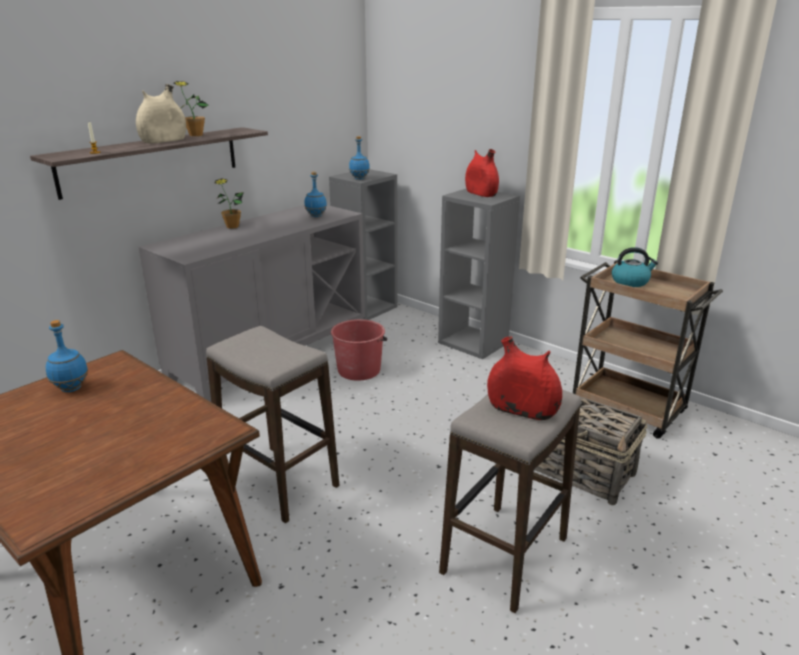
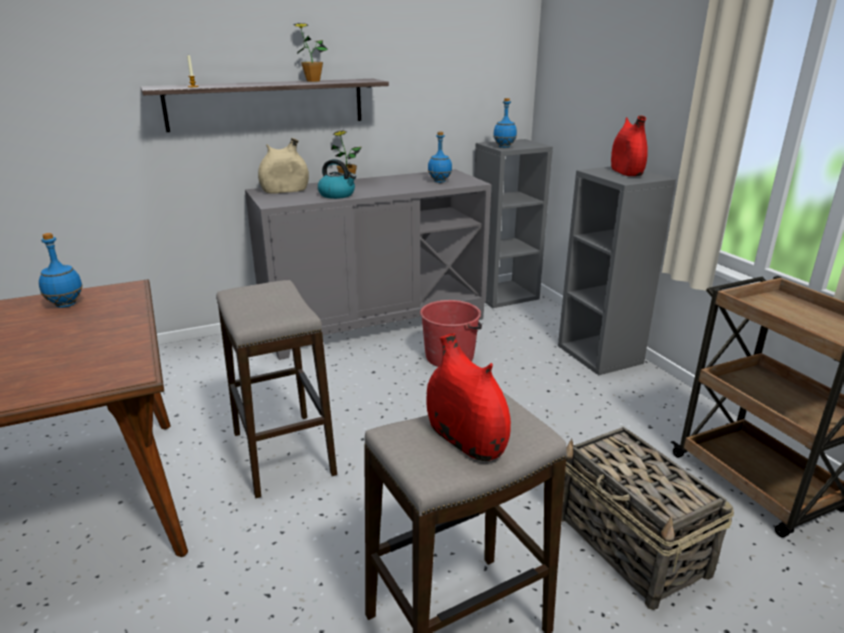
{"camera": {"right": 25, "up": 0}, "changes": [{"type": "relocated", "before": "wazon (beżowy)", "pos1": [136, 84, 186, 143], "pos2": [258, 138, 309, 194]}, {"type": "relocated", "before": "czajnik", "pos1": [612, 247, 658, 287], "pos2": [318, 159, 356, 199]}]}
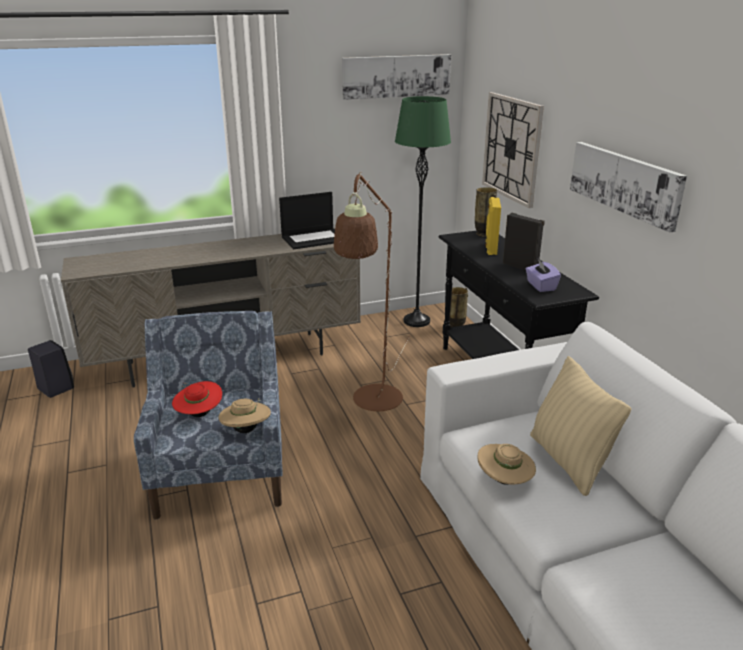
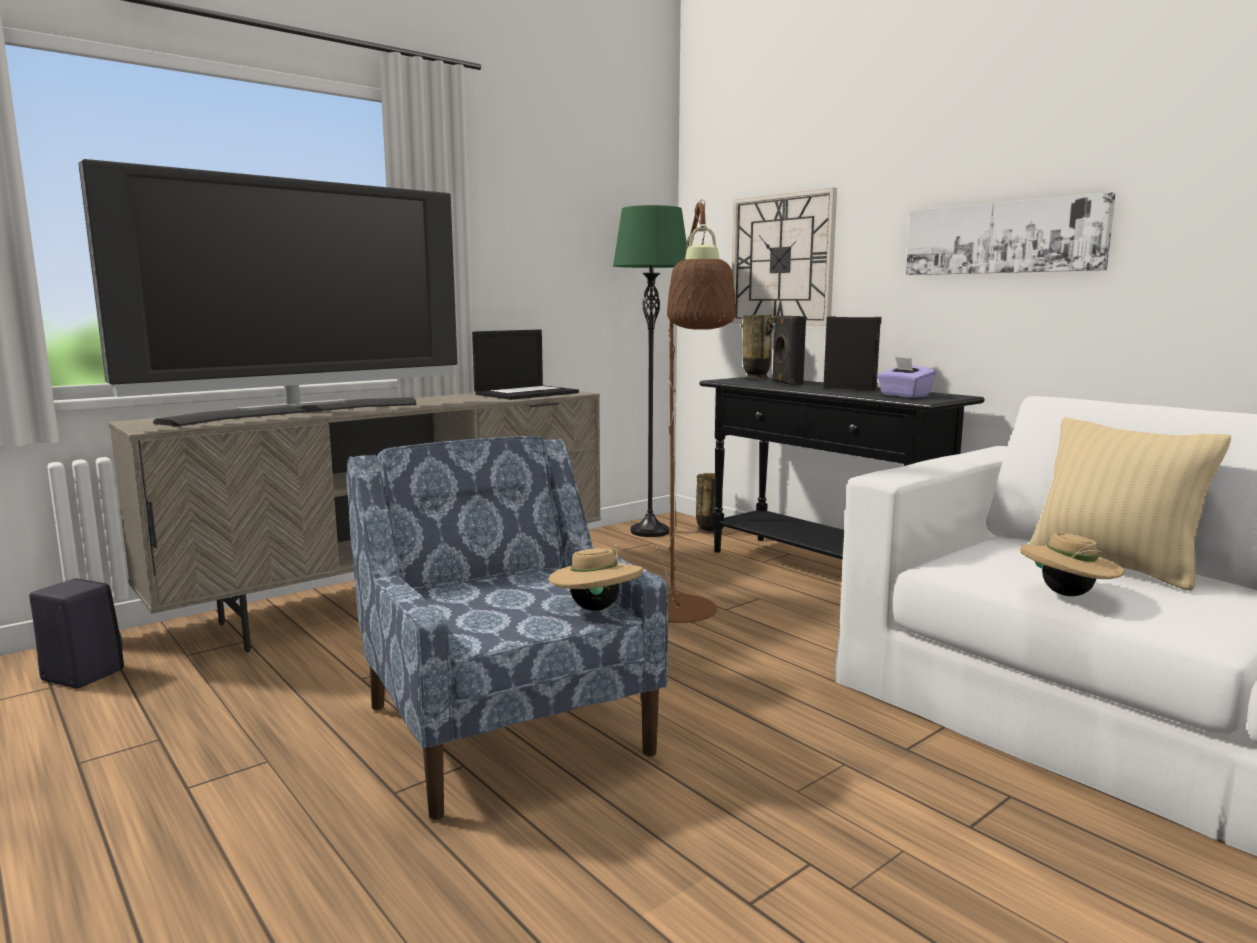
{"camera": {"right": -20, "up": -15}, "changes": [{"type": "missing", "before": "kapelusz (czerwony)", "pos1": [172, 381, 222, 417]}, {"type": "missing", "before": "obraz", "pos1": [342, 54, 451, 100]}, {"type": "colour", "before": "głośnik (żółty)", "after": "głośnik (czarny)", "pos1": [485, 197, 501, 255], "pos2": [772, 315, 806, 386]}, {"type": "appeared", "after": "telewizor", "pos2": [78, 159, 457, 426]}]}
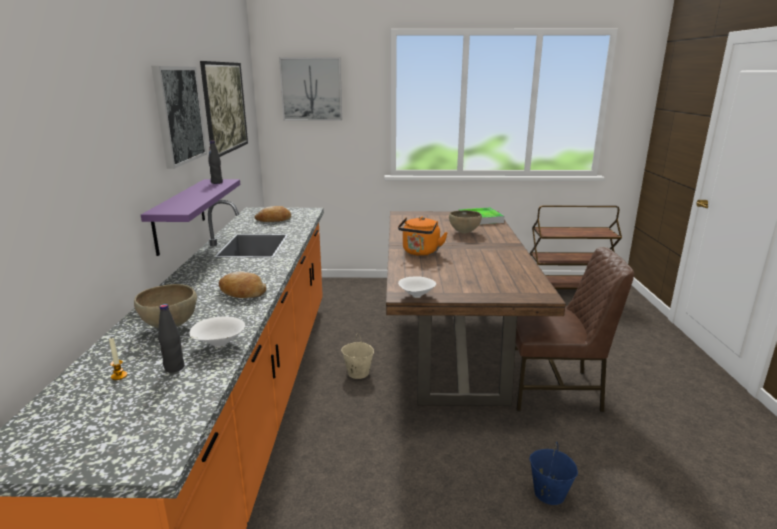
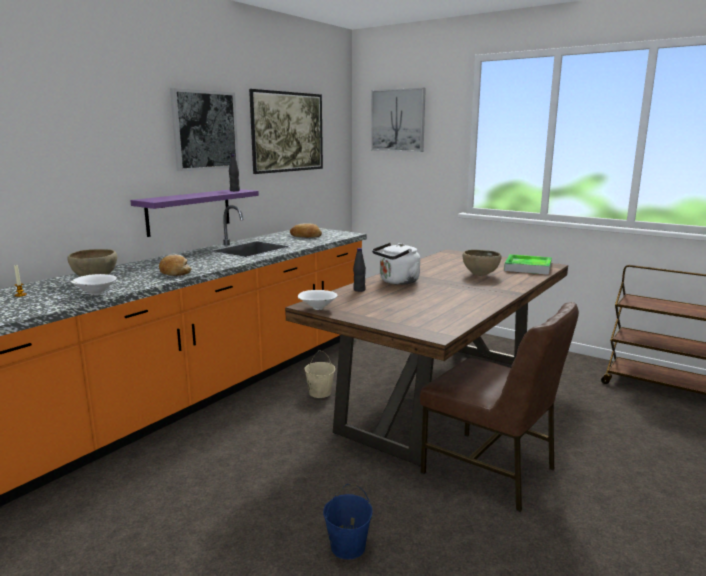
{"camera": {"right": 35, "up": -5}, "changes": [{"type": "relocated", "before": "butelka (czarny)", "pos1": [158, 304, 185, 373], "pos2": [353, 248, 366, 292]}, {"type": "colour", "before": "czajnik (pomarańczowy)", "after": "czajnik (biały)", "pos1": [398, 217, 448, 256], "pos2": [372, 243, 420, 285]}]}
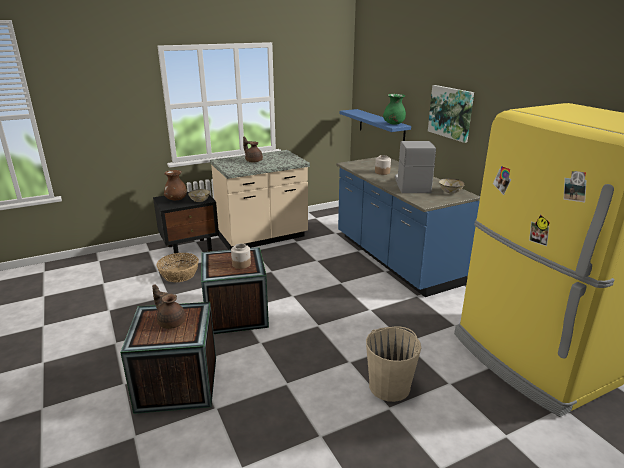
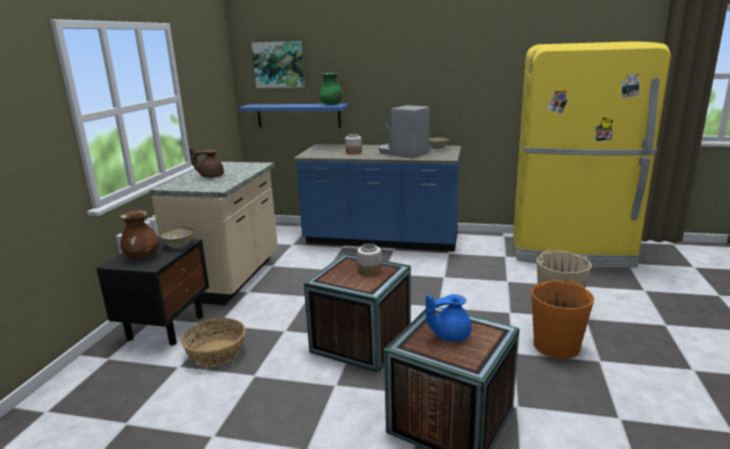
{"camera": {"right": -50, "up": -5}, "changes": [{"type": "colour", "before": "imbryk (brązowy)", "after": "imbryk (niebieski)", "pos1": [152, 284, 186, 329], "pos2": [426, 294, 471, 342]}, {"type": "relocated", "before": "obraz", "pos1": [428, 85, 474, 143], "pos2": [252, 41, 305, 88]}, {"type": "appeared", "after": "wiadro (pomarańczowy)", "pos2": [532, 280, 594, 359]}]}
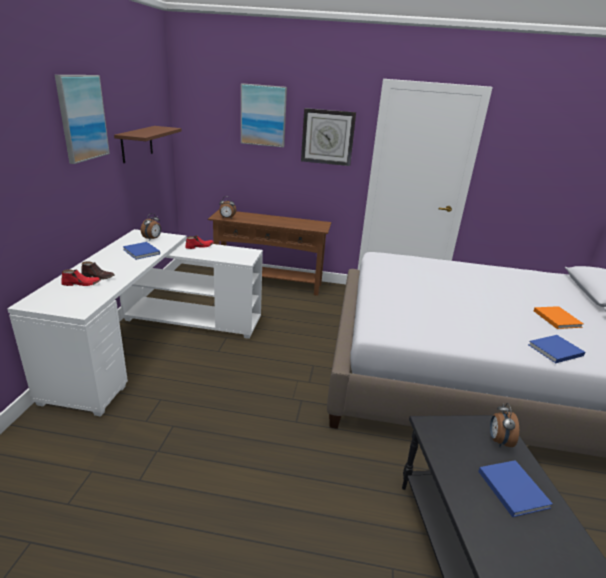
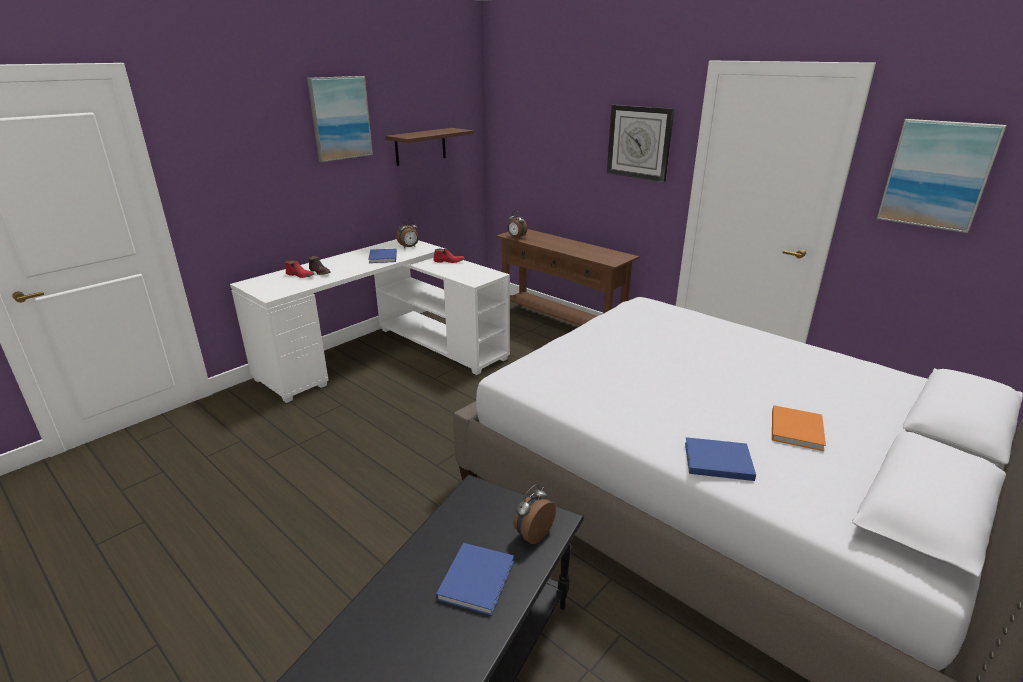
{"camera": {"right": 35, "up": 0}, "changes": [{"type": "relocated", "before": "obraz", "pos1": [241, 83, 287, 147], "pos2": [877, 119, 1007, 233]}]}
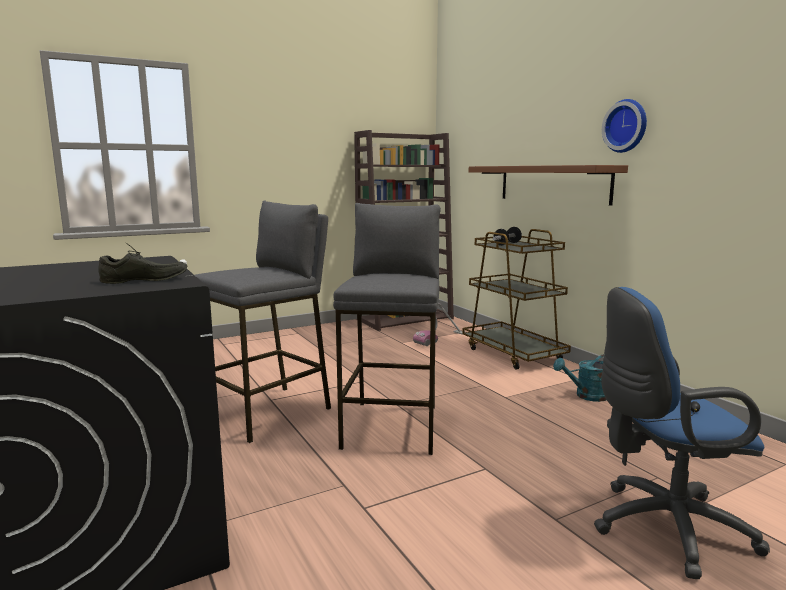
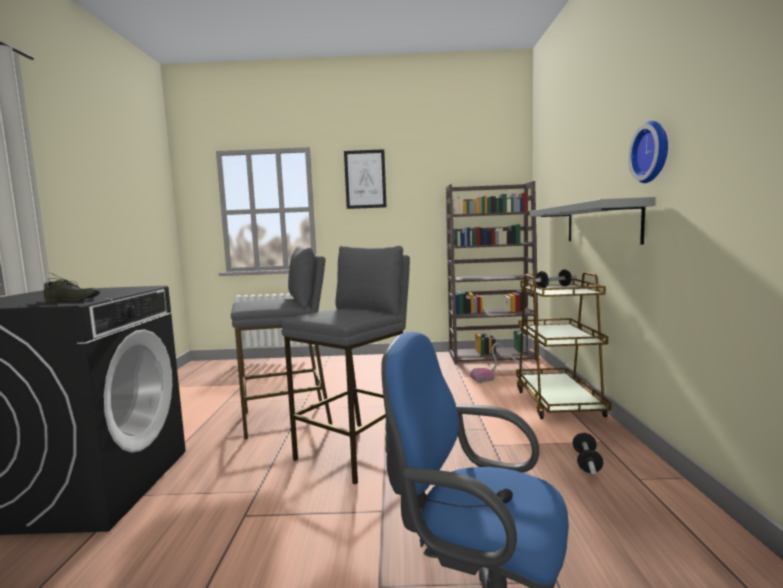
{"camera": {"right": 30, "up": -5}, "changes": [{"type": "colour", "before": "półka (brązowy)", "after": "półka (szary)", "pos1": [469, 165, 628, 206], "pos2": [530, 197, 655, 245]}, {"type": "exchanged", "before": "konewka (turkusowy)", "after": "hantel", "pos1": [553, 354, 606, 402], "pos2": [573, 433, 603, 474]}, {"type": "appeared", "after": "obraz", "pos2": [344, 149, 386, 209]}]}
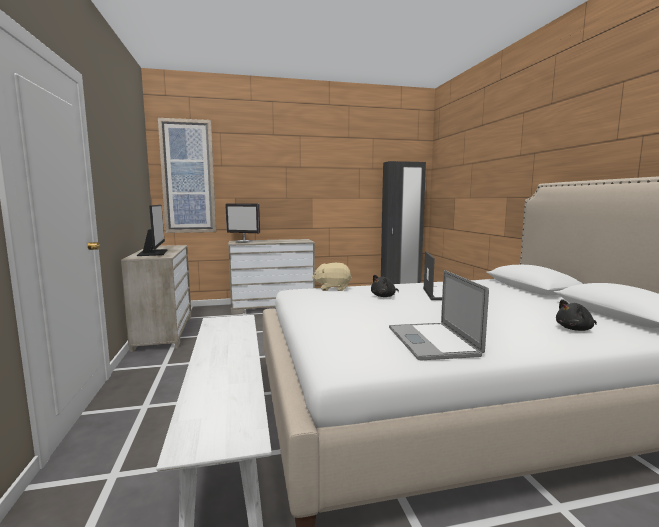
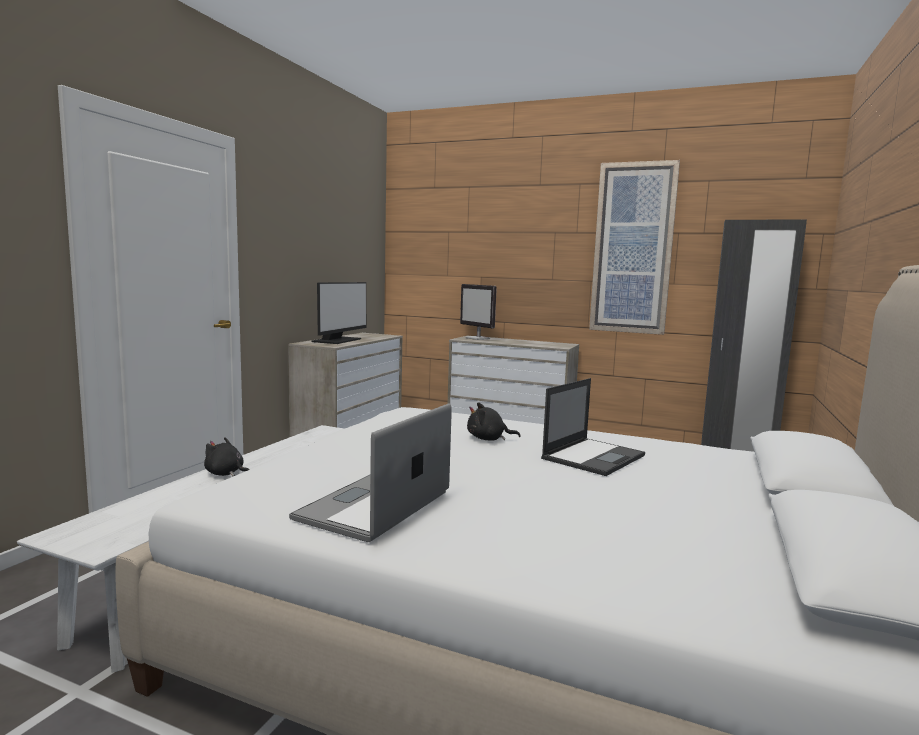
{"camera": {"right": 35, "up": 0}, "changes": [{"type": "relocated", "before": "obraz", "pos1": [158, 118, 216, 233], "pos2": [589, 160, 680, 335]}, {"type": "missing", "before": "pluszak (beżowy)", "pos1": [312, 263, 352, 291]}, {"type": "relocated", "before": "pluszak (czarny)", "pos1": [556, 299, 597, 331], "pos2": [204, 437, 250, 477]}]}
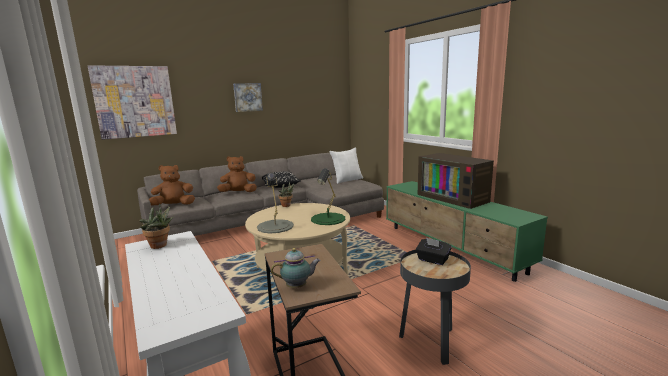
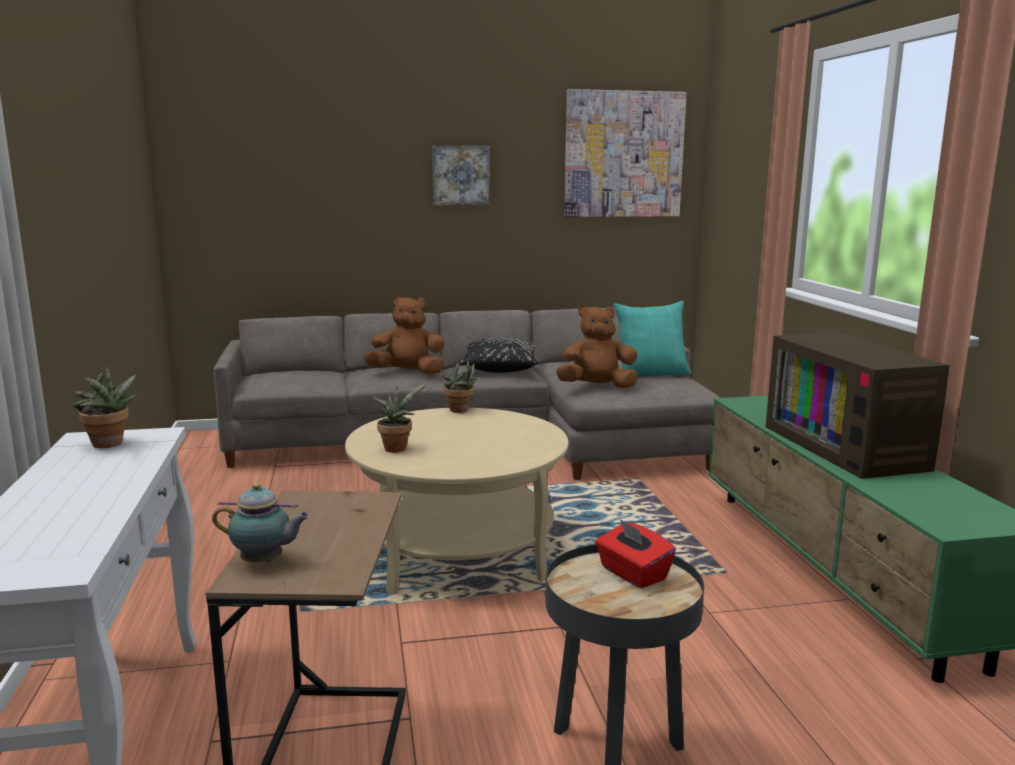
{"camera": {"right": 20, "up": 0}, "changes": [{"type": "relocated", "before": "obraz", "pos1": [88, 65, 177, 140], "pos2": [564, 89, 687, 217]}, {"type": "relocated", "before": "pluszak (brązowy)", "pos1": [148, 165, 195, 205], "pos2": [556, 305, 638, 388]}, {"type": "exchanged", "before": "lampa stołowa (szary)", "after": "roślina doniczkowa", "pos1": [257, 173, 294, 233], "pos2": [372, 382, 428, 453]}, {"type": "missing", "before": "lampa stołowa (zielony)", "pos1": [311, 169, 345, 225]}, {"type": "colour", "before": "poduszka (biały)", "after": "poduszka (turkusowy)", "pos1": [329, 147, 363, 184], "pos2": [613, 301, 691, 377]}, {"type": "colour", "before": "pudełko chusteczek (czarny)", "after": "pudełko chusteczek (czerwony)", "pos1": [416, 238, 452, 265], "pos2": [595, 519, 676, 588]}]}
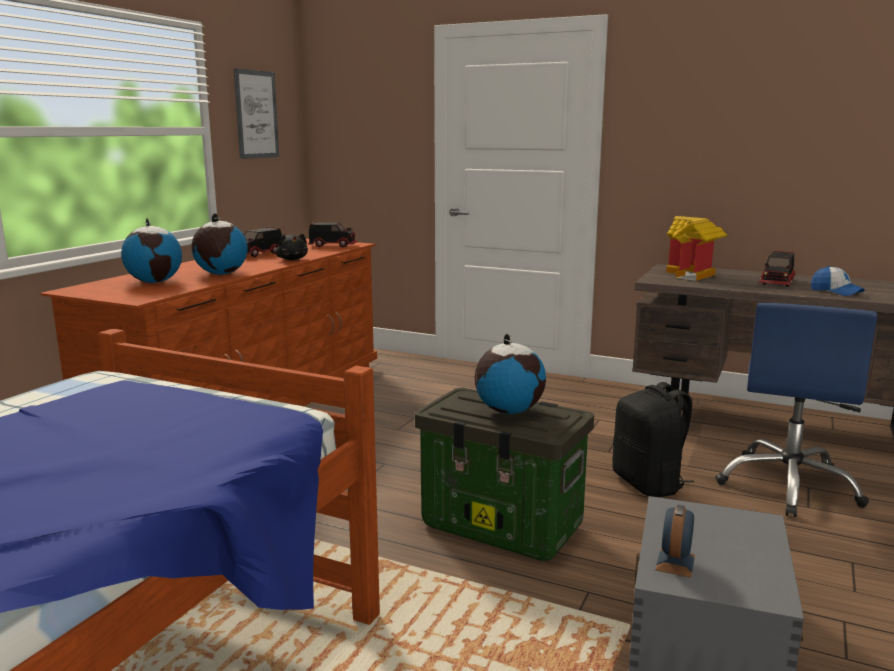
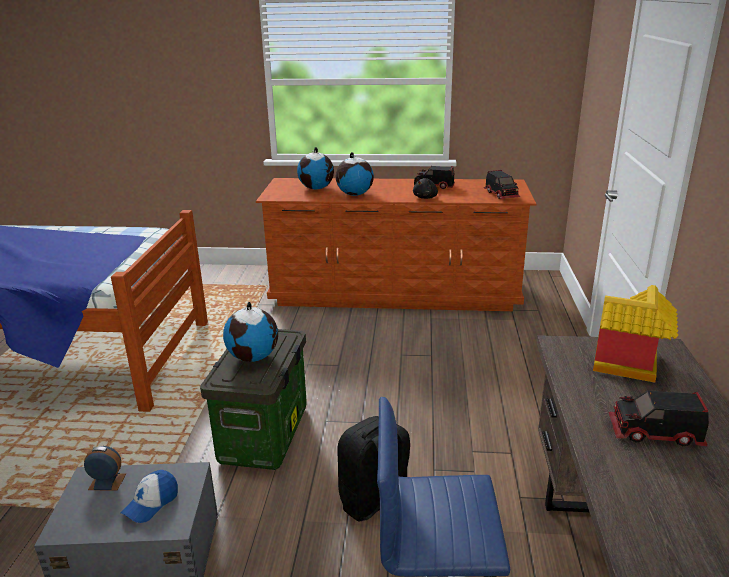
{"camera": {"right": 70, "up": 10}, "changes": [{"type": "missing", "before": "obraz", "pos1": [233, 68, 279, 159]}, {"type": "relocated", "before": "czapka z daszkiem", "pos1": [811, 266, 865, 296], "pos2": [121, 470, 178, 523]}]}
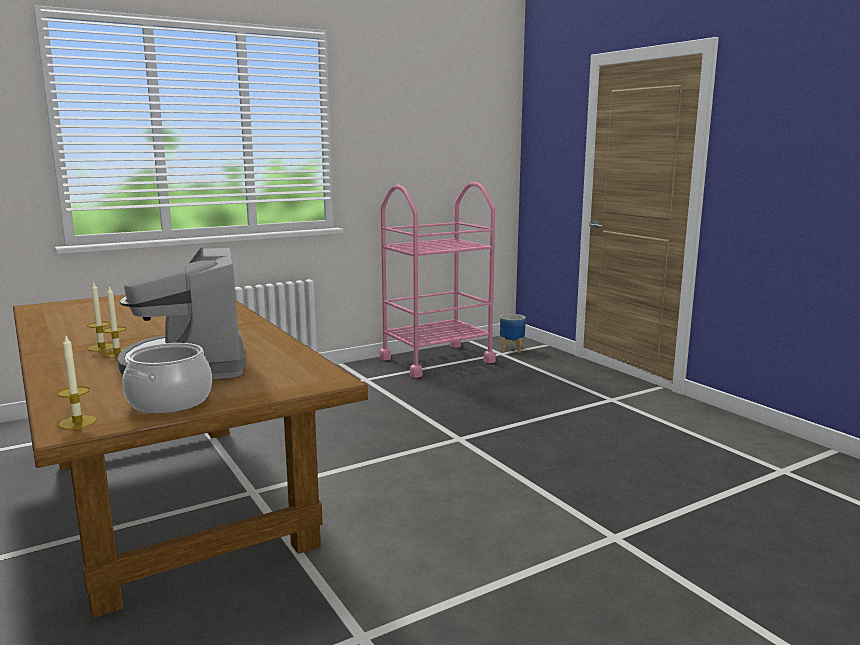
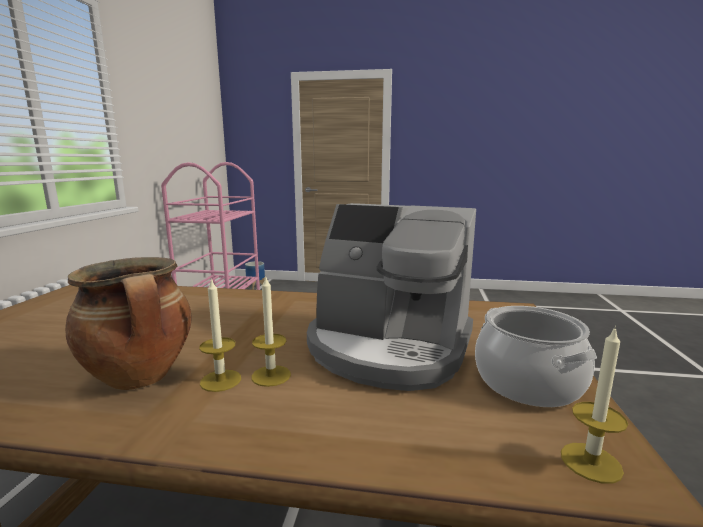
{"camera": {"right": -50, "up": 0}, "changes": [{"type": "appeared", "after": "garnek", "pos2": [65, 257, 192, 390]}]}
